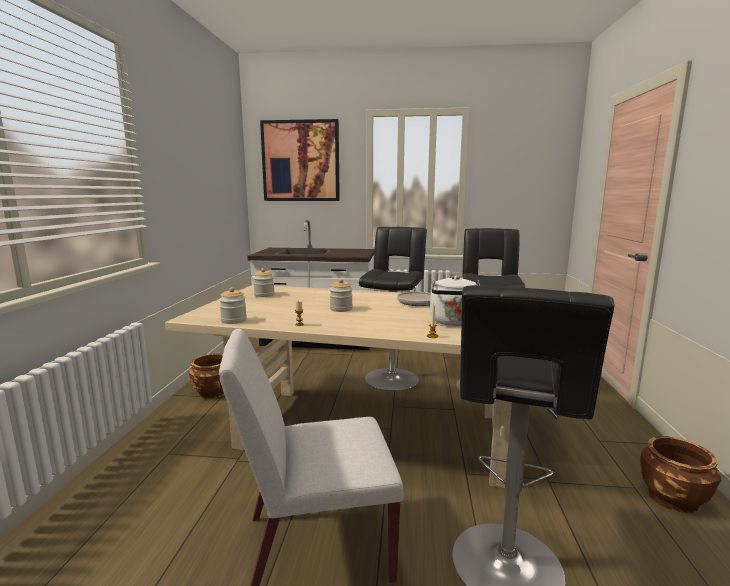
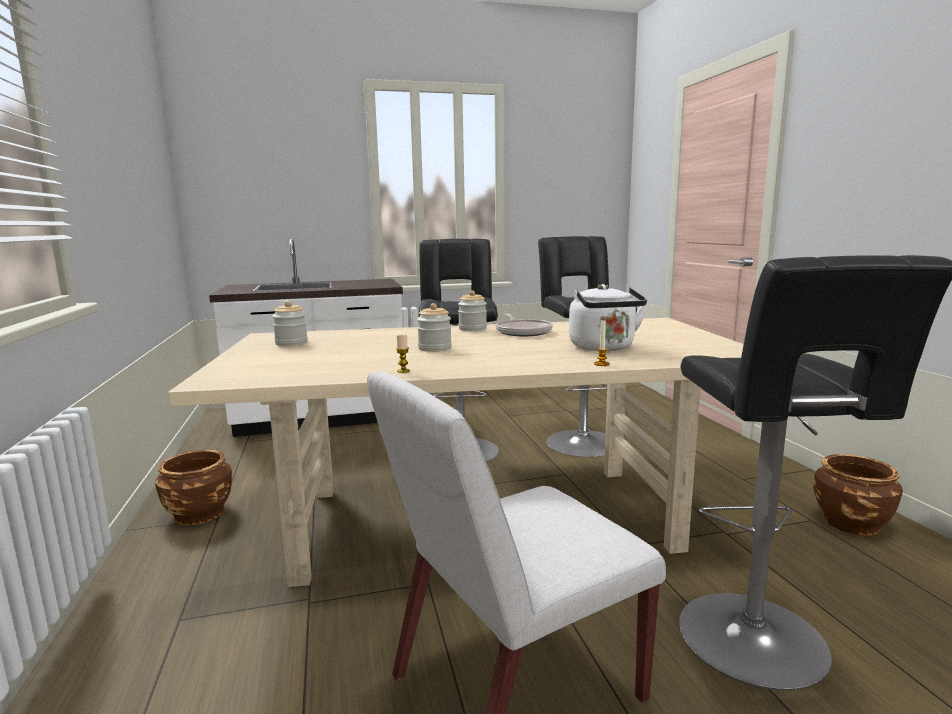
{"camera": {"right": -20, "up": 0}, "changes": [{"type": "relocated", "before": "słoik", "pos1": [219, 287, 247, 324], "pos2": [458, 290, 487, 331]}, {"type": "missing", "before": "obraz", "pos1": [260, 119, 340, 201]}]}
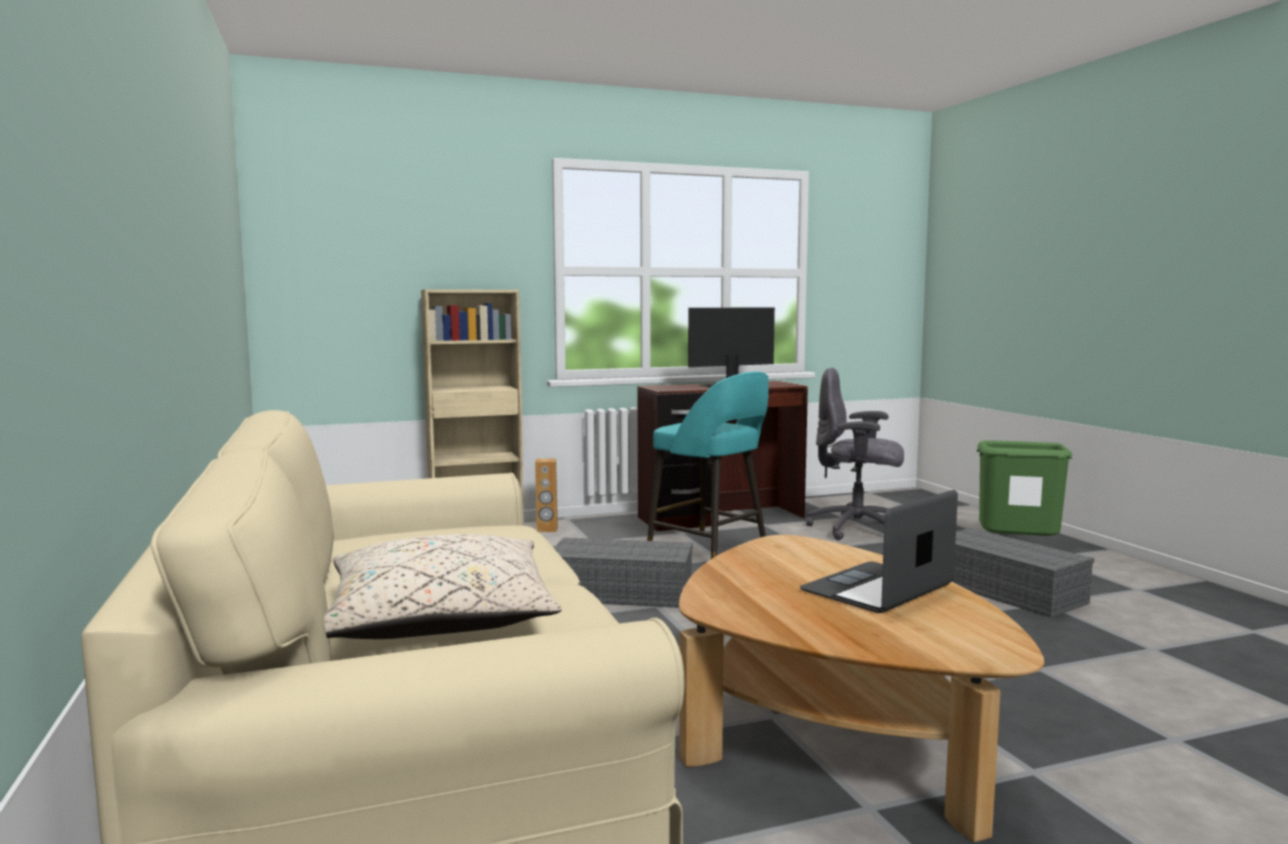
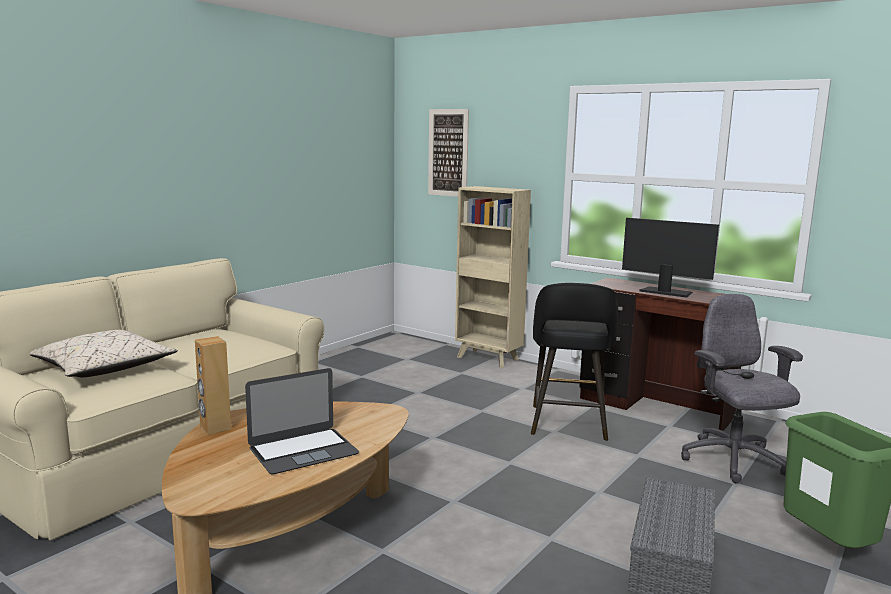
{"camera": {"right": 55, "up": 5}, "changes": [{"type": "relocated", "before": "głośnik (brązowy)", "pos1": [535, 458, 558, 532], "pos2": [195, 336, 231, 435]}, {"type": "missing", "before": "pojemnik do przechowywania (szary)", "pos1": [554, 538, 693, 608]}, {"type": "colour", "before": "stołek (turkusowy)", "after": "stołek (czarny)", "pos1": [647, 372, 769, 559], "pos2": [531, 283, 618, 441]}, {"type": "spun", "before": "laptop", "pos1": [800, 490, 958, 613], "pos2": [245, 368, 359, 474], "turn": 135}, {"type": "appeared", "after": "obraz", "pos2": [428, 109, 469, 197]}]}
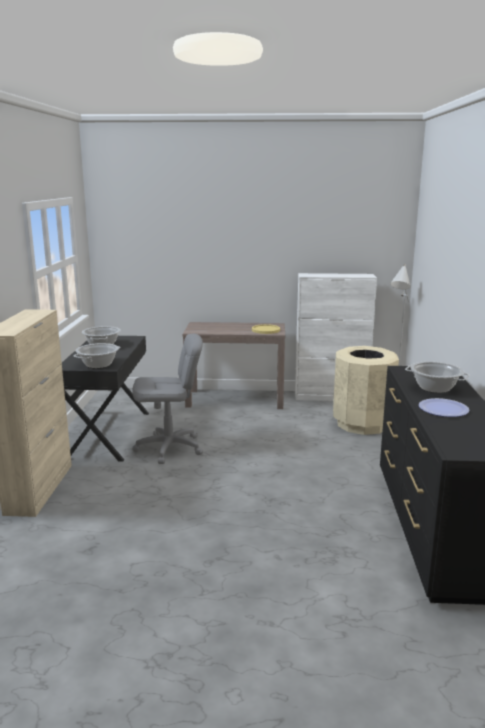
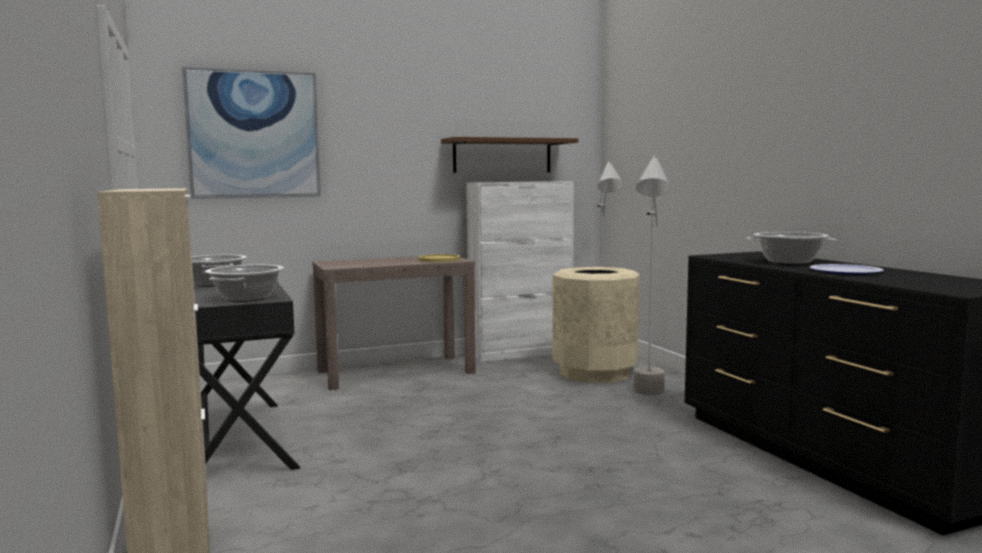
{"camera": {"right": -25, "up": -10}, "changes": [{"type": "missing", "before": "krzesło biurowe (szary)", "pos1": [132, 334, 203, 464]}, {"type": "appeared", "after": "obraz", "pos2": [182, 67, 321, 199]}, {"type": "appeared", "after": "półka (brązowy)", "pos2": [441, 137, 578, 173]}, {"type": "appeared", "after": "lampa stojąca (szary)", "pos2": [634, 155, 670, 395]}]}
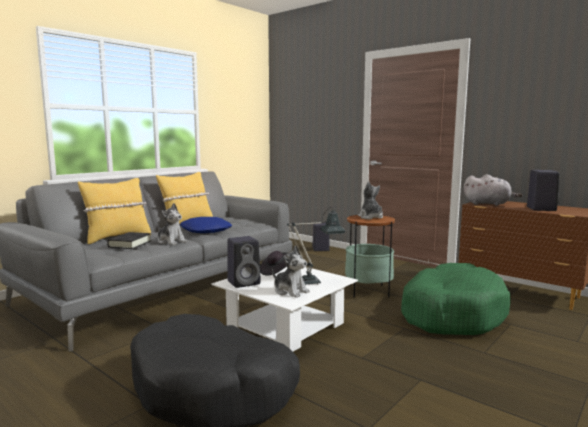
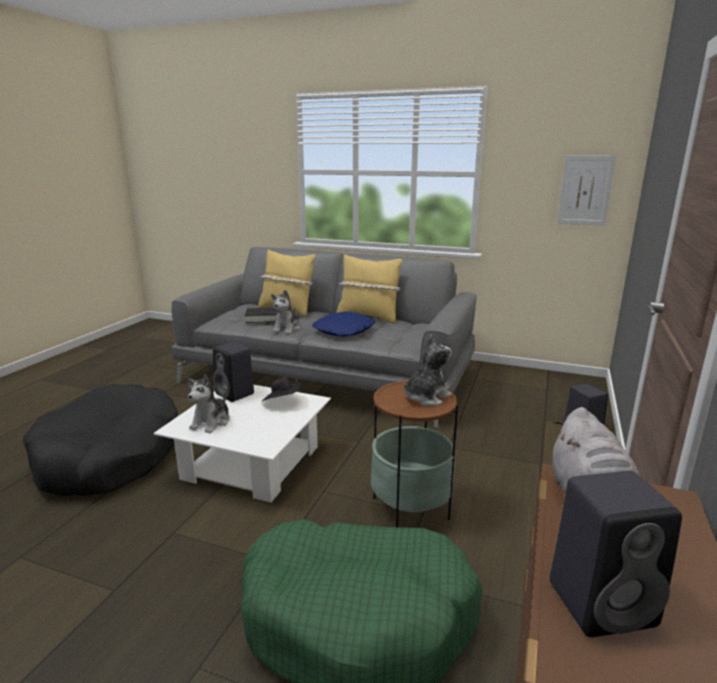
{"camera": {"right": 70, "up": 10}, "changes": [{"type": "missing", "before": "lampa stołowa", "pos1": [287, 207, 346, 285]}, {"type": "appeared", "after": "obraz", "pos2": [557, 155, 616, 226]}]}
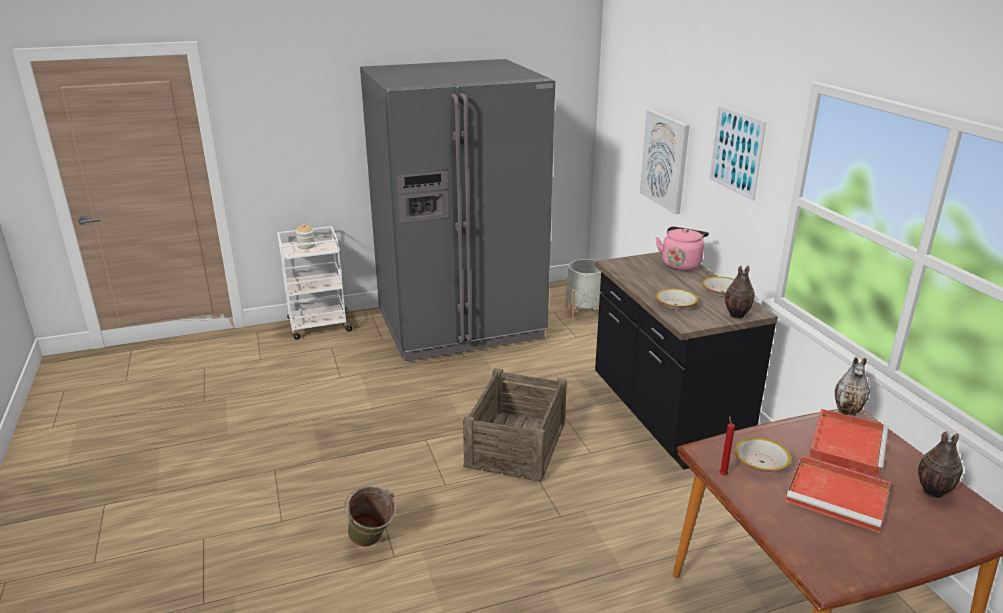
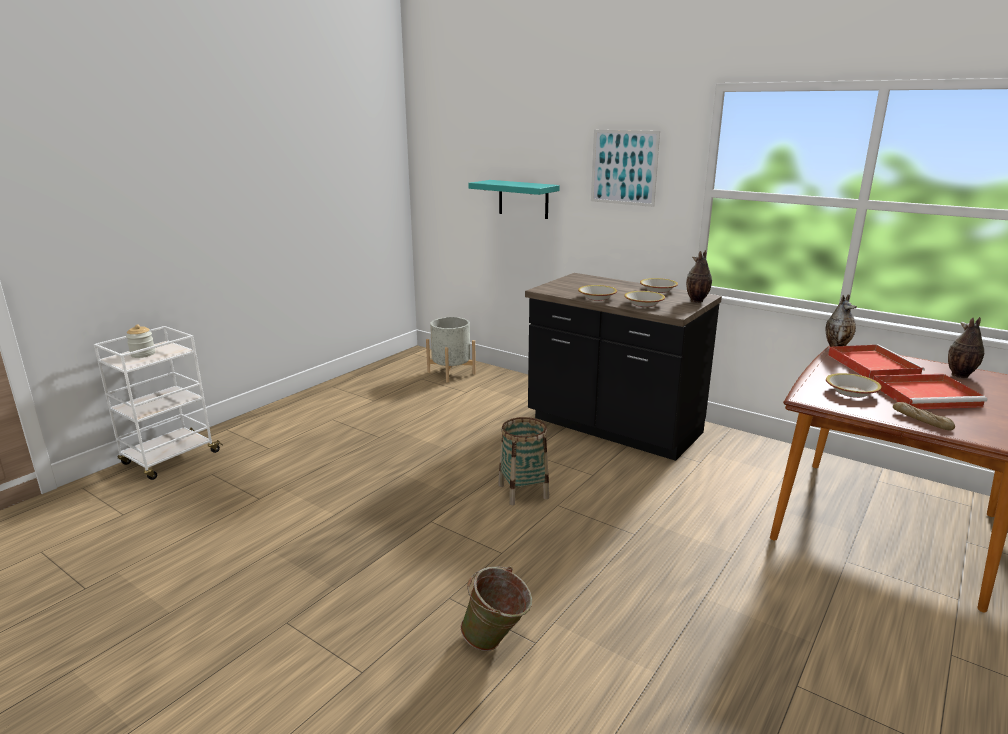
{"camera": {"right": -35, "up": -5}, "changes": [{"type": "missing", "before": "lodówka (szary)", "pos1": [360, 59, 555, 362]}, {"type": "exchanged", "before": "skrzynka", "after": "koszyk", "pos1": [463, 368, 567, 482], "pos2": [498, 417, 549, 505]}, {"type": "exchanged", "before": "obraz", "after": "półka (turkusowy)", "pos1": [640, 110, 689, 215], "pos2": [468, 180, 560, 219]}, {"type": "missing", "before": "czajnik (różowy)", "pos1": [656, 226, 709, 271]}, {"type": "missing", "before": "świeca (czerwony)", "pos1": [720, 415, 735, 475]}, {"type": "appeared", "after": "miska", "pos2": [578, 285, 617, 301]}, {"type": "appeared", "after": "chleb", "pos2": [893, 402, 955, 431]}]}
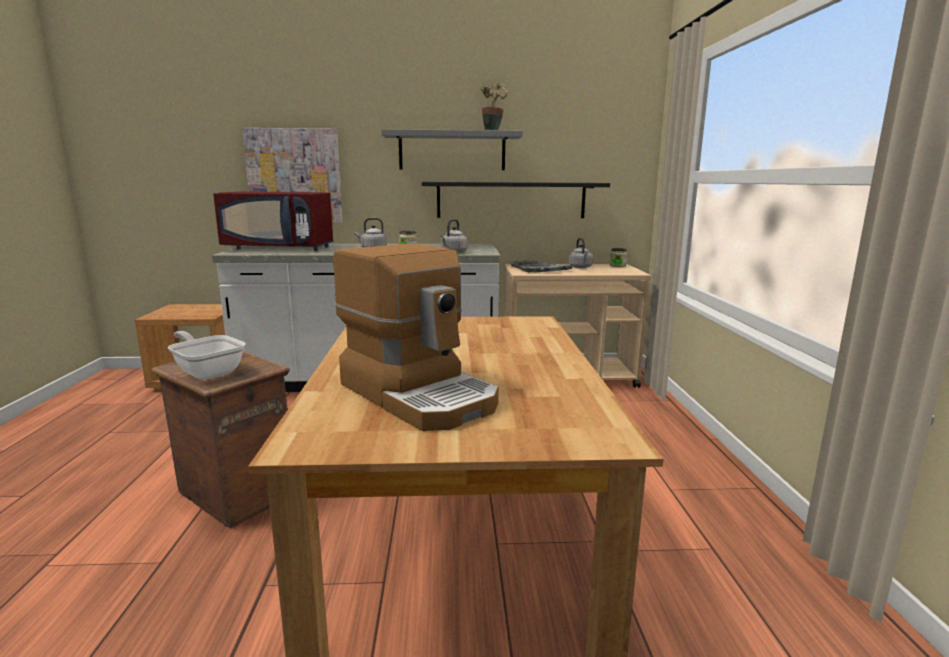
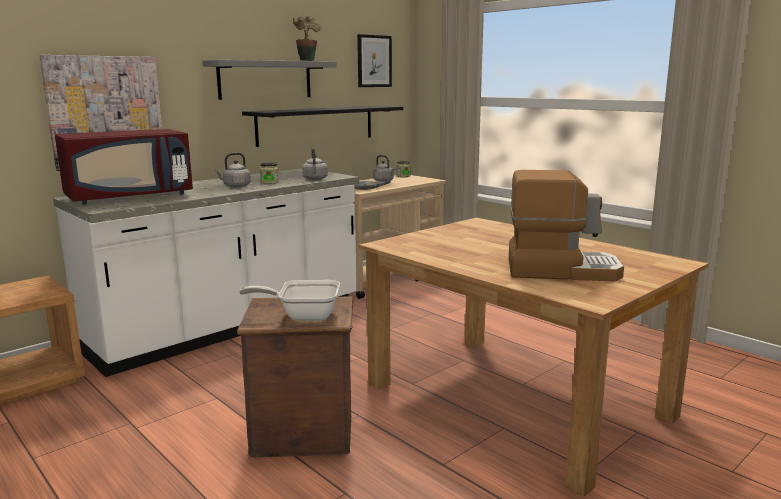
{"camera": {"right": -40, "up": 0}, "changes": [{"type": "appeared", "after": "obraz", "pos2": [357, 34, 392, 87]}]}
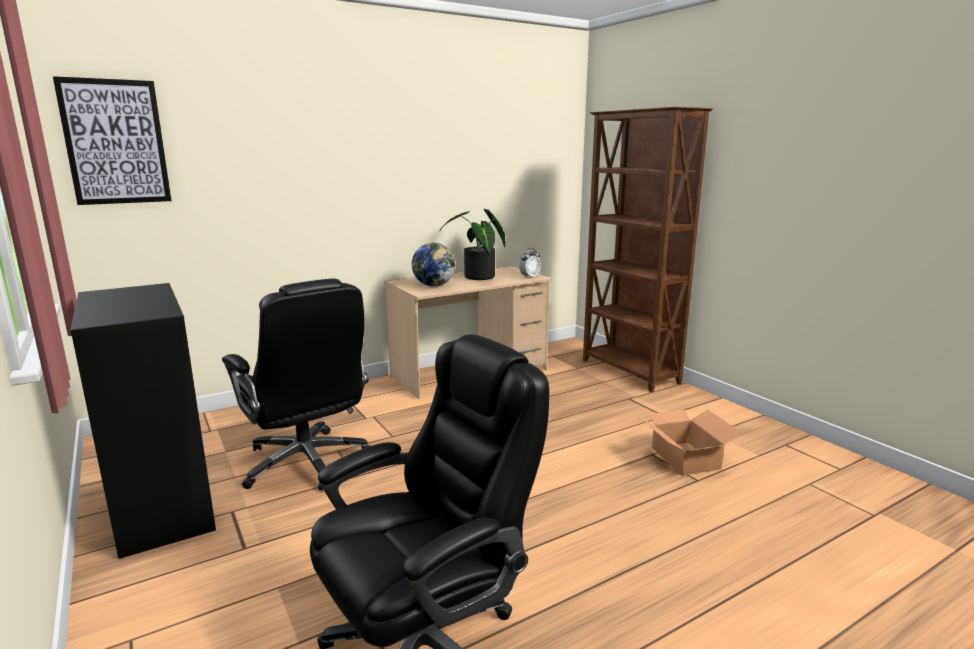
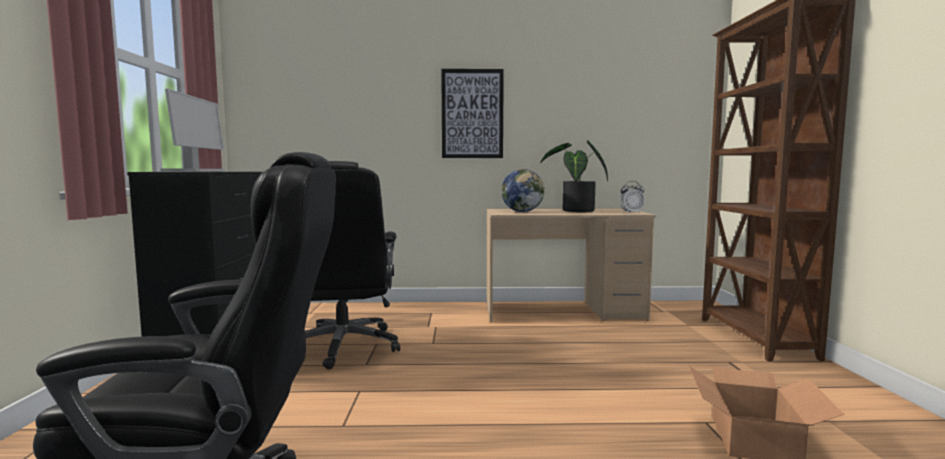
{"camera": {"right": 30, "up": -10}, "changes": [{"type": "relocated", "before": "obraz", "pos1": [53, 76, 171, 205], "pos2": [441, 69, 504, 158]}, {"type": "appeared", "after": "monitor", "pos2": [160, 89, 225, 172]}]}
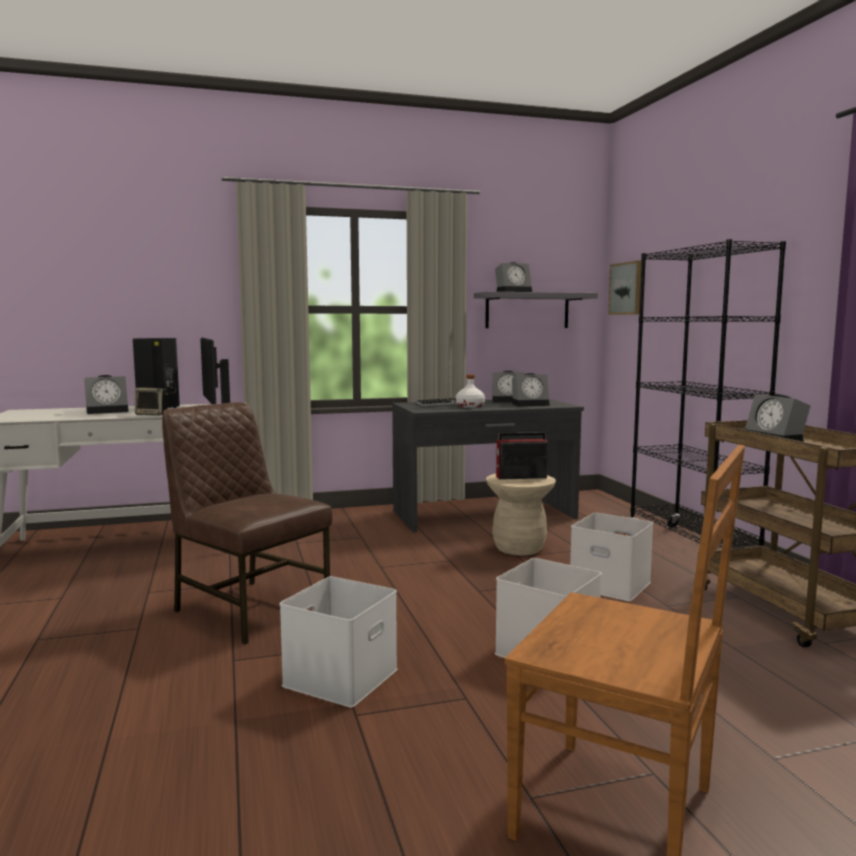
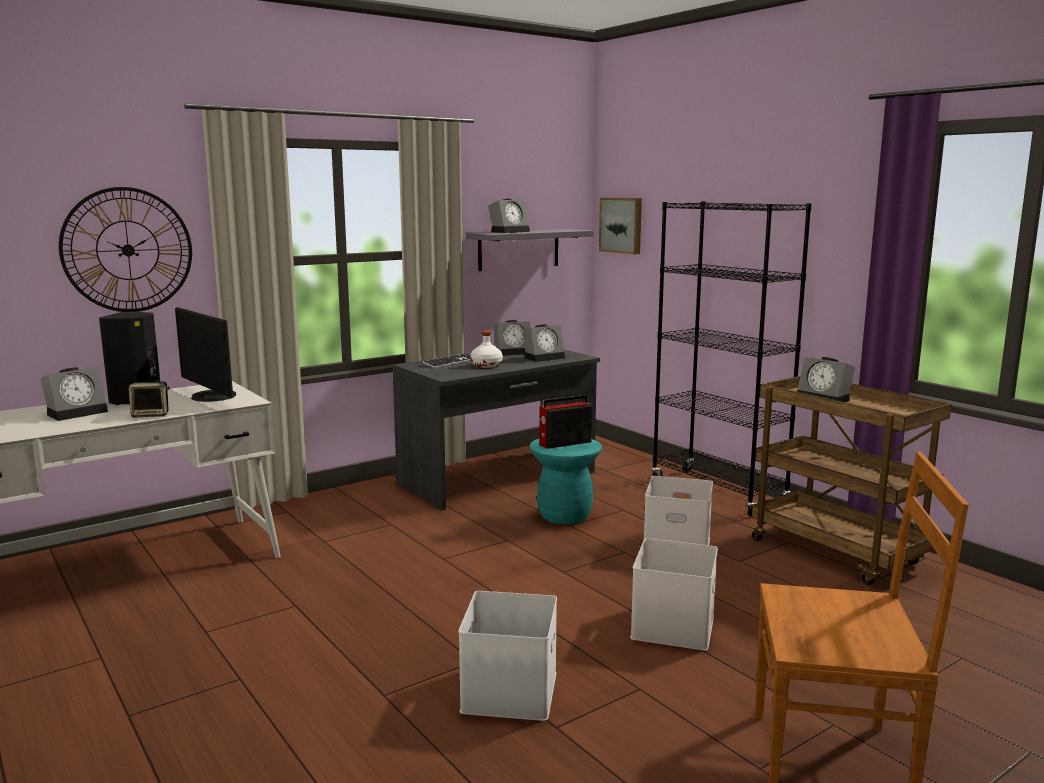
{"camera": {"right": -20, "up": 5}, "changes": [{"type": "missing", "before": "krzesło (brązowy)", "pos1": [162, 402, 333, 645]}, {"type": "colour", "before": "stołek (beżowy)", "after": "stołek (turkusowy)", "pos1": [486, 474, 556, 555], "pos2": [529, 439, 602, 525]}, {"type": "appeared", "after": "zegar ścienny", "pos2": [59, 187, 192, 312]}]}
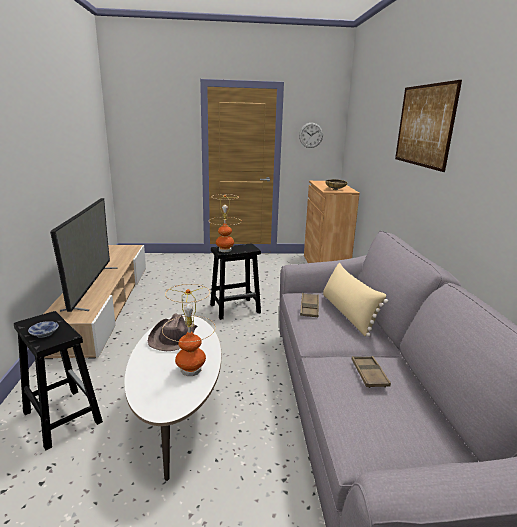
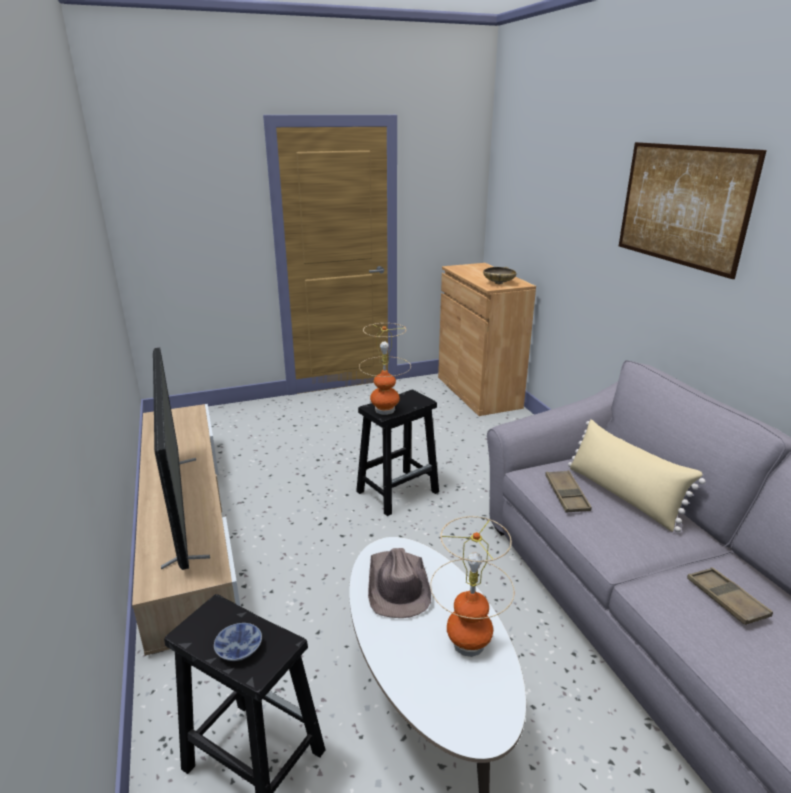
{"camera": {"right": -15, "up": 5}, "changes": [{"type": "missing", "before": "zegar ścienny", "pos1": [299, 123, 323, 148]}]}
